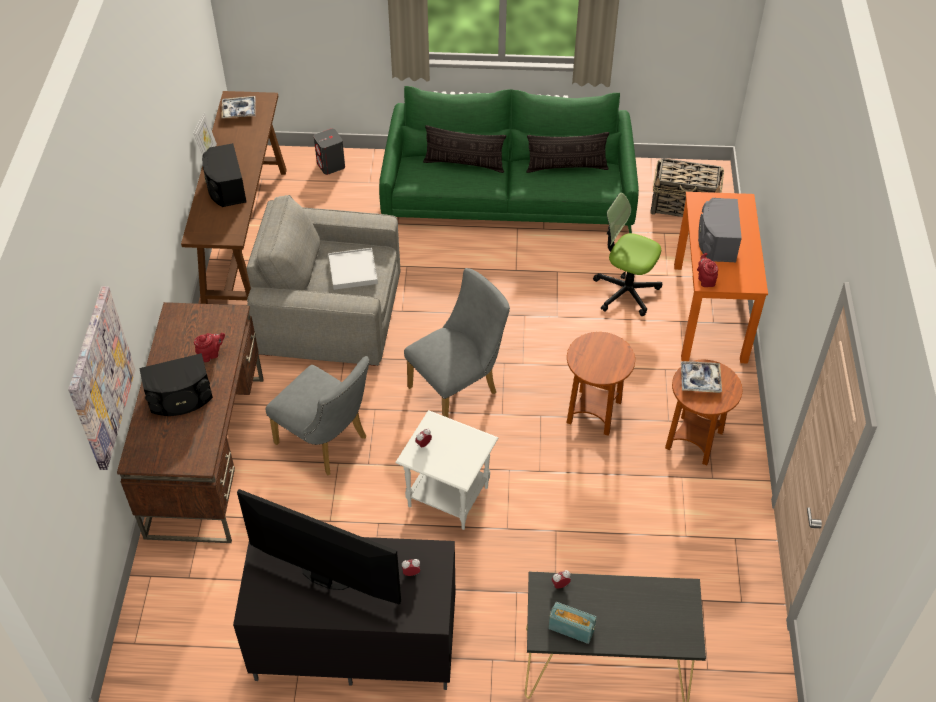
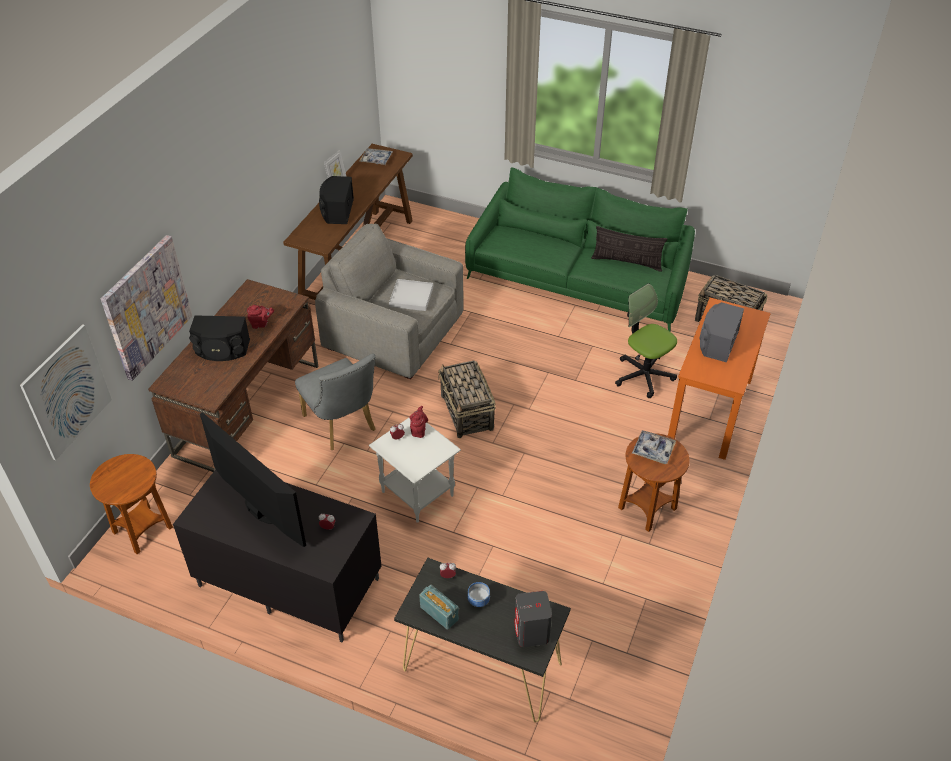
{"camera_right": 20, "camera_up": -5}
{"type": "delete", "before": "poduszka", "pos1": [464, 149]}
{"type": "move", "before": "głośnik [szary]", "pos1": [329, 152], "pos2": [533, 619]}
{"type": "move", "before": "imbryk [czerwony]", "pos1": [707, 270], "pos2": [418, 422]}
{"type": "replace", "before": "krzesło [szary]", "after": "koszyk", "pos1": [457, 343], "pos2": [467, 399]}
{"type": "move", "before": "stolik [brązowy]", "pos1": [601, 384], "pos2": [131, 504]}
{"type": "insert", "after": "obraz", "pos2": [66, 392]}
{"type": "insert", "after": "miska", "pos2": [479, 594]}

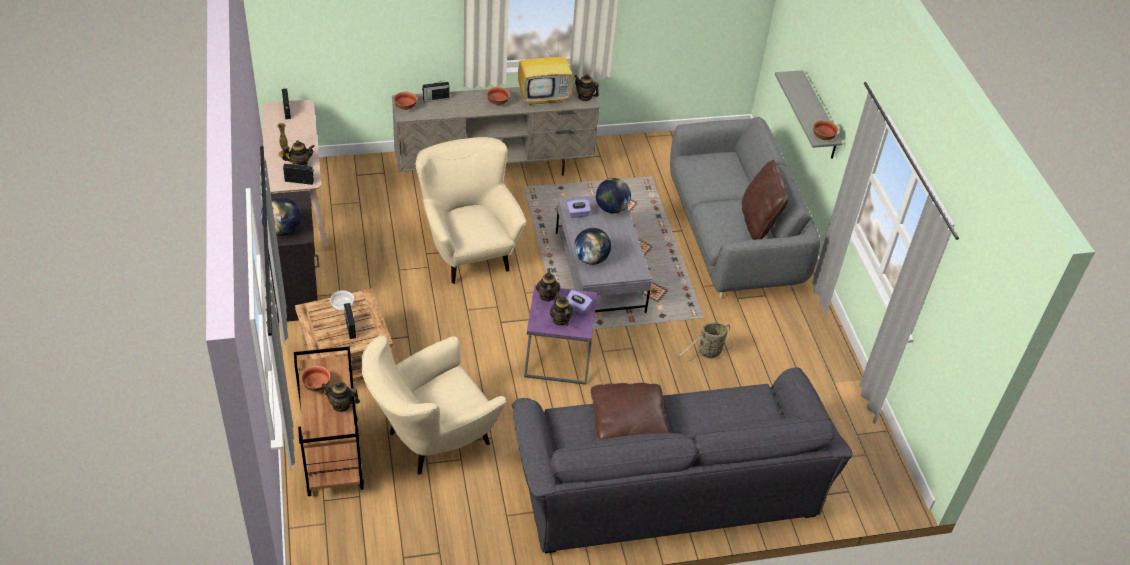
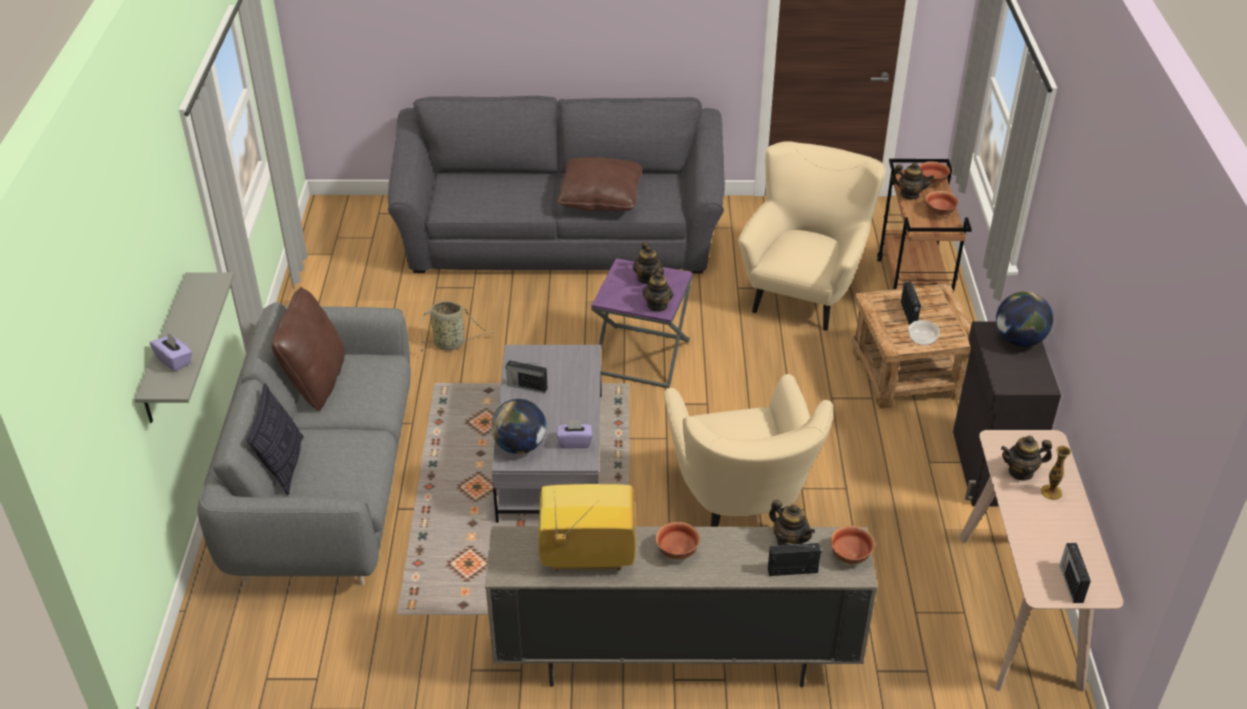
{"camera_right": -165, "camera_up": -5}
{"type": "move", "before": "imbryk", "pos1": [587, 87], "pos2": [792, 522]}
{"type": "move", "before": "miska", "pos1": [825, 130], "pos2": [934, 173]}
{"type": "move", "before": "radio", "pos1": [298, 173], "pos2": [526, 377]}
{"type": "delete", "before": "globus", "pos1": [592, 246]}
{"type": "move", "before": "pudełko chusteczek [fioletowy]", "pos1": [579, 302], "pos2": [171, 352]}
{"type": "rotate", "before": "fotel [beżowy]", "pos1": [434, 405], "pos2": [812, 236], "turn": -45}
{"type": "insert", "after": "poduszka", "pos2": [275, 439]}

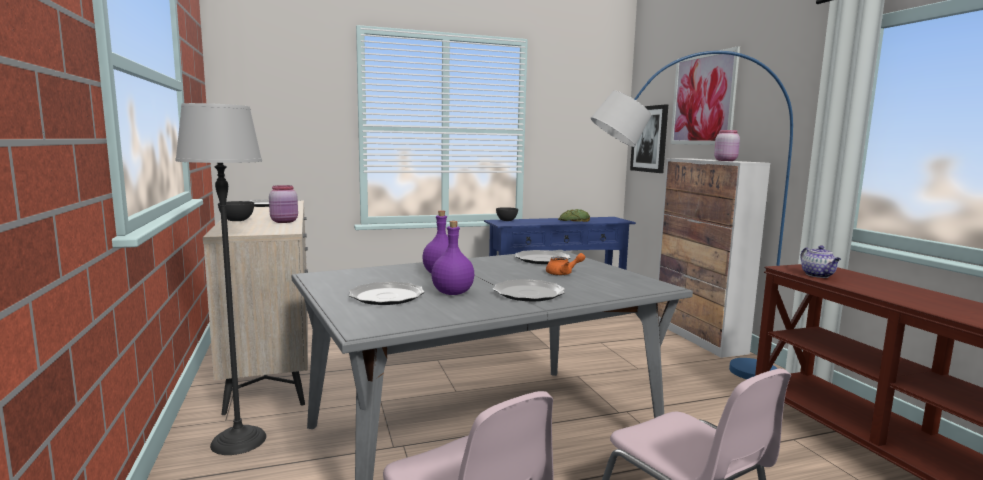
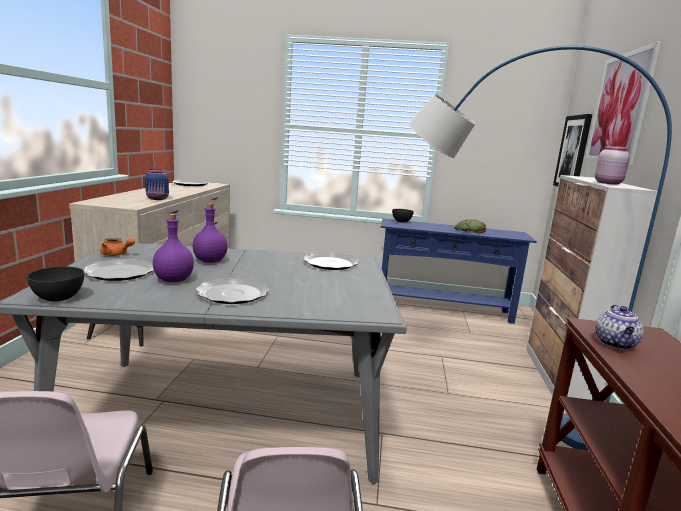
{"camera_right": 25, "camera_up": 5}
{"type": "delete", "before": "lampa stojąca", "pos1": [221, 279]}
{"type": "recolor", "before": "słoik [różowy]", "after": "słoik [niebieski]", "pos1": [283, 204], "pos2": [157, 184]}
{"type": "move", "before": "miska [szary]", "pos1": [236, 211], "pos2": [55, 284]}
{"type": "move", "before": "imbryk [pomarańczowy]", "pos1": [565, 264], "pos2": [117, 247]}

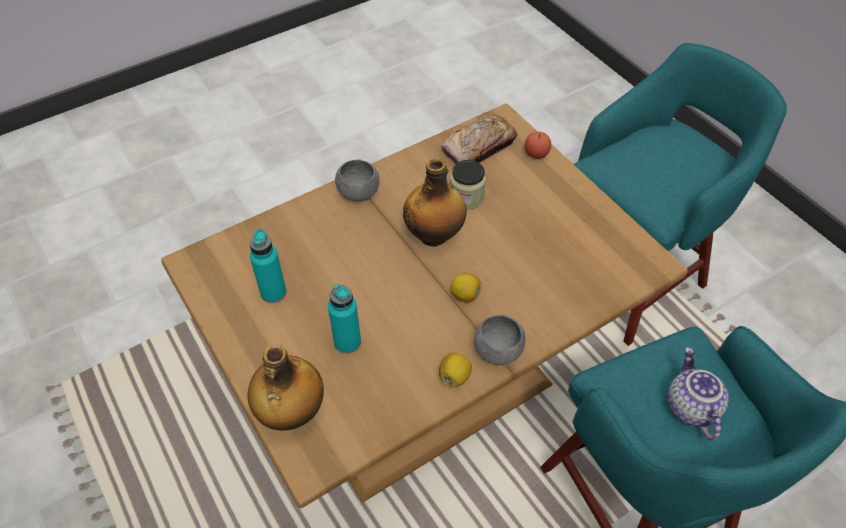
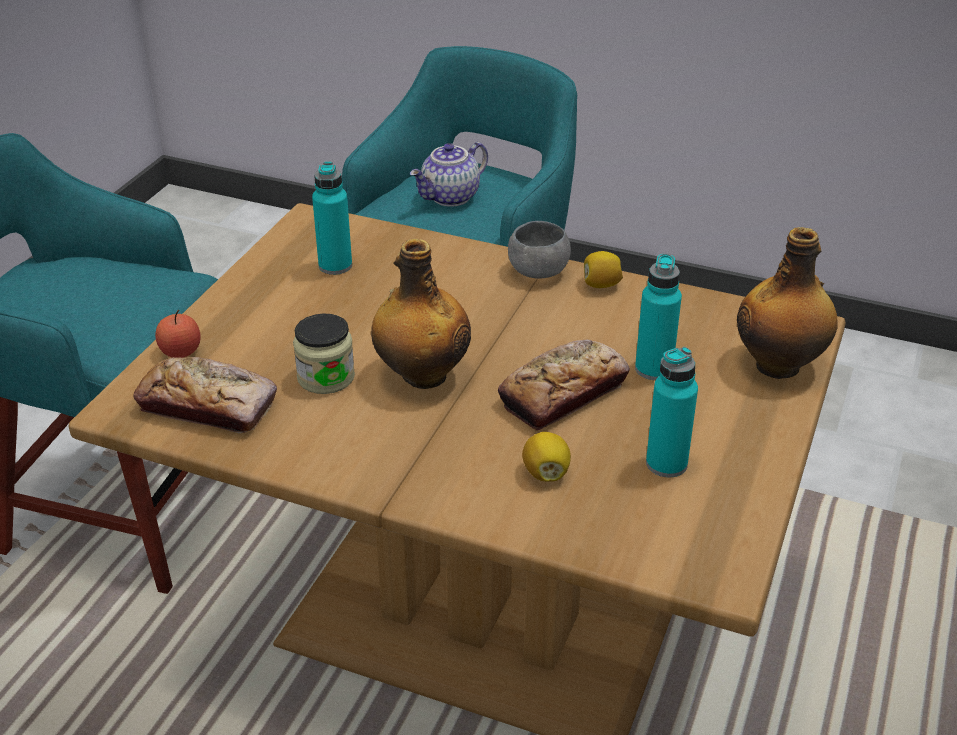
{"camera_right": -125, "camera_up": -15}
{"type": "delete", "before": "miska [szary]", "pos1": [357, 180]}
{"type": "move", "before": "cytryna", "pos1": [466, 287], "pos2": [546, 457]}
{"type": "insert", "after": "butelka [turkusowy]", "pos2": [332, 218]}
{"type": "insert", "after": "chleb", "pos2": [564, 385]}

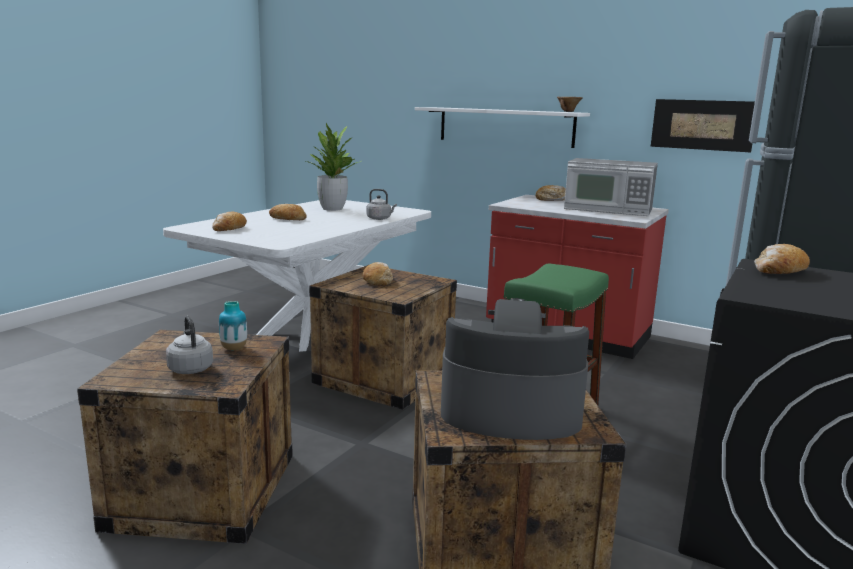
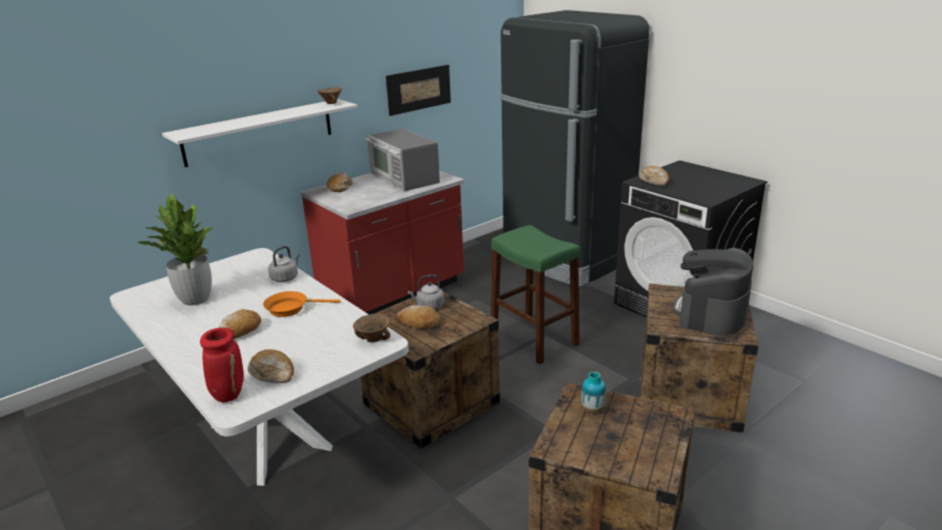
{"camera_right": -70, "camera_up": 10}
{"type": "rotate", "before": "mikrofalówka", "pos1": [611, 187], "pos2": [402, 160], "turn": 105}
{"type": "move", "before": "czajnik [szary]", "pos1": [189, 345], "pos2": [426, 292]}
{"type": "insert", "after": "patelnia [pomarańczowy]", "pos2": [301, 304]}
{"type": "insert", "after": "miska [brązowy]", "pos2": [371, 328]}
{"type": "insert", "after": "wazon [czerwony]", "pos2": [222, 365]}

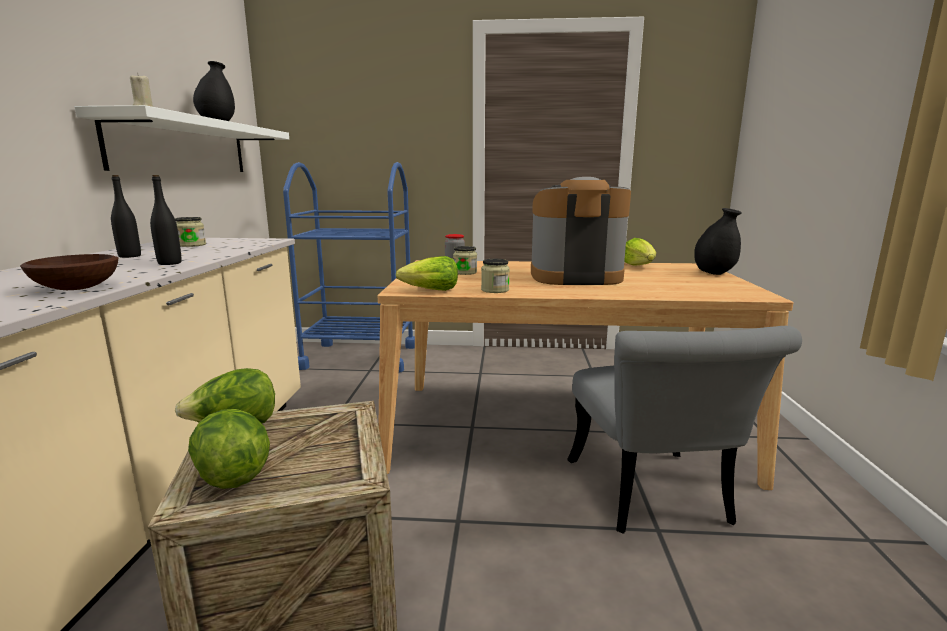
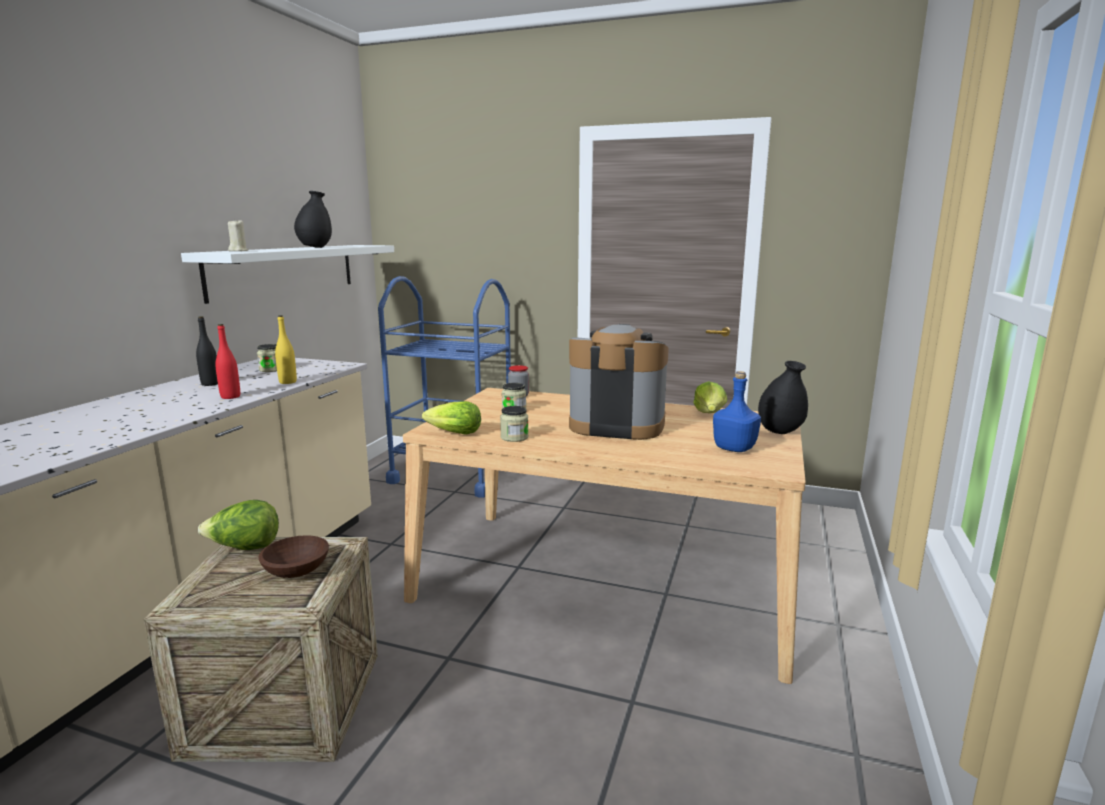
{"camera_right": 15, "camera_up": 0}
{"type": "recolor", "before": "butelka [czarny]", "after": "butelka [czerwony]", "pos1": [166, 220], "pos2": [227, 361]}
{"type": "move", "before": "miska [brązowy]", "pos1": [69, 272], "pos2": [293, 556]}
{"type": "delete", "before": "krzesło [szary]", "pos1": [684, 430]}
{"type": "delete", "before": "sałata", "pos1": [229, 449]}
{"type": "insert", "after": "butelka [żółty]", "pos2": [286, 349]}
{"type": "insert", "after": "butelka [niebieski]", "pos2": [737, 411]}

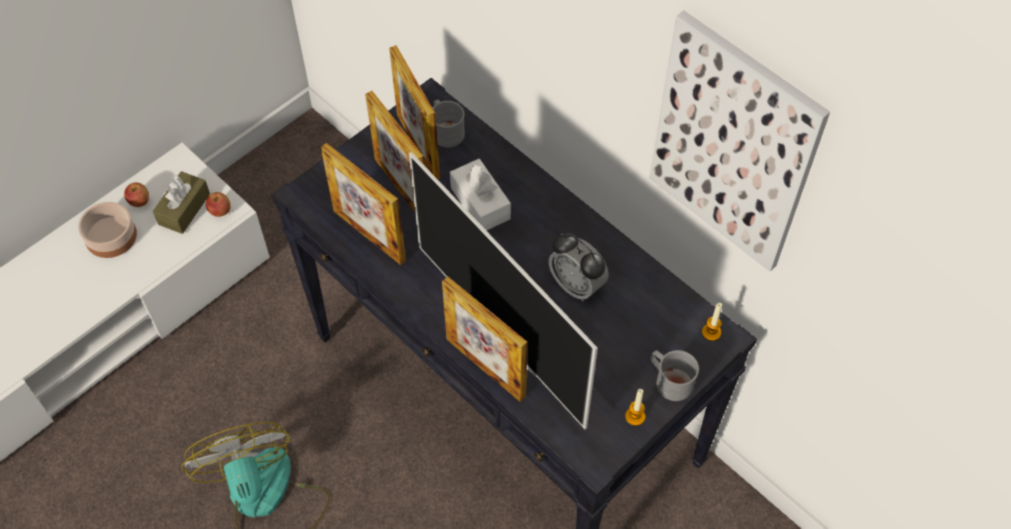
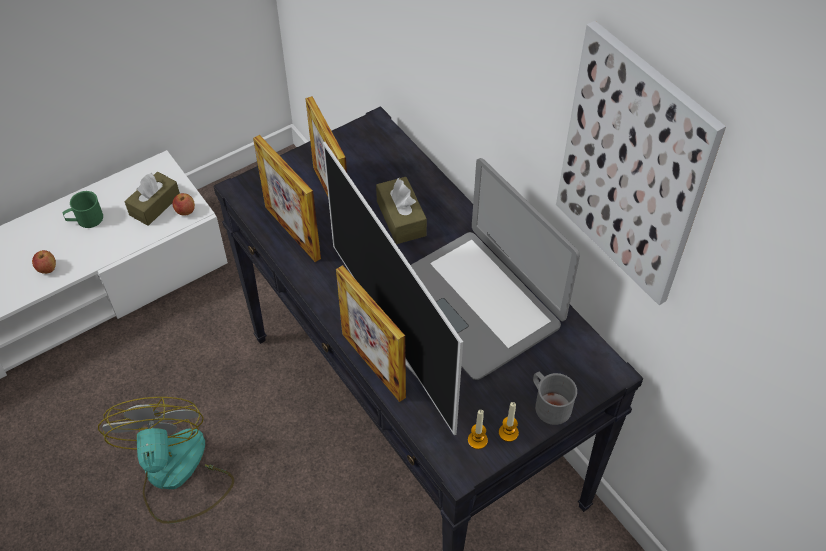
{"camera_right": 10, "camera_up": -5}
{"type": "delete", "before": "ramka na zdjęcie", "pos1": [414, 112]}
{"type": "delete", "before": "kubek [szary]", "pos1": [448, 124]}
{"type": "recolor", "before": "pudełko chusteczek [biały]", "after": "pudełko chusteczek [brązowy]", "pos1": [480, 195], "pos2": [401, 210]}
{"type": "move", "before": "jabłko", "pos1": [136, 194], "pos2": [44, 262]}
{"type": "replace", "before": "miska", "after": "kubek [zielony]", "pos1": [107, 230], "pos2": [83, 209]}
{"type": "replace", "before": "budzik", "after": "laptop", "pos1": [579, 267], "pos2": [495, 269]}
{"type": "move", "before": "świeca", "pos1": [712, 322], "pos2": [478, 429]}

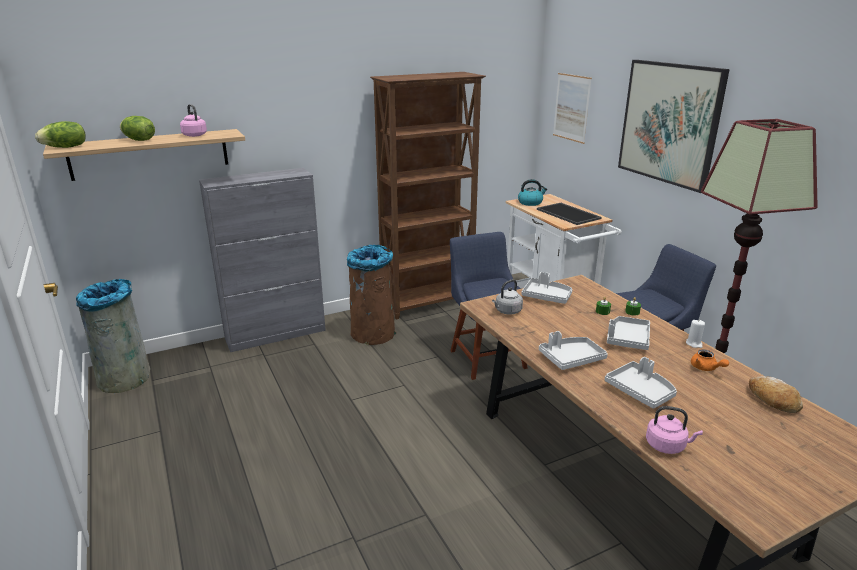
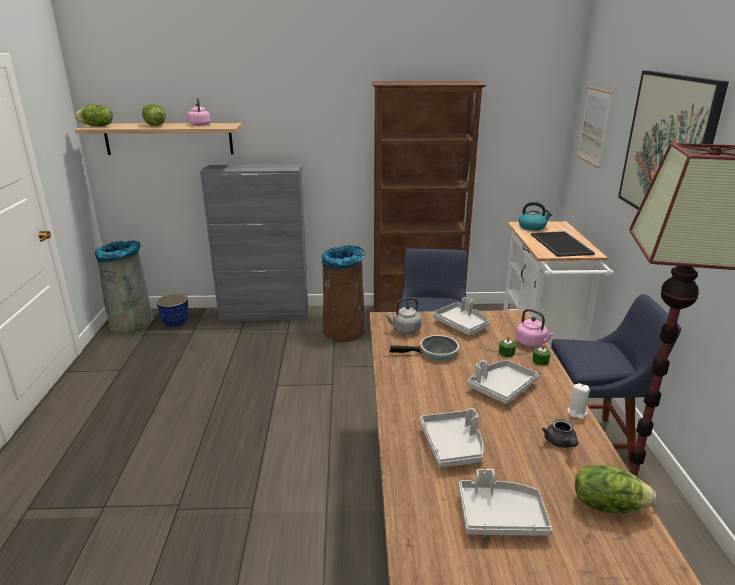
{"camera_right": 25, "camera_up": 0}
{"type": "move", "before": "taca [szary]", "pos1": [573, 350], "pos2": [505, 502]}
{"type": "recolor", "before": "imbryk [pomarańczowy]", "after": "imbryk [szary]", "pos1": [710, 360], "pos2": [560, 433]}
{"type": "replace", "before": "chleb", "after": "sałata", "pos1": [776, 394], "pos2": [615, 489]}
{"type": "move", "before": "czajnik [różowy]", "pos1": [674, 430], "pos2": [535, 328]}
{"type": "insert", "after": "donica", "pos2": [172, 310]}
{"type": "insert", "after": "patelnia", "pos2": [424, 348]}

